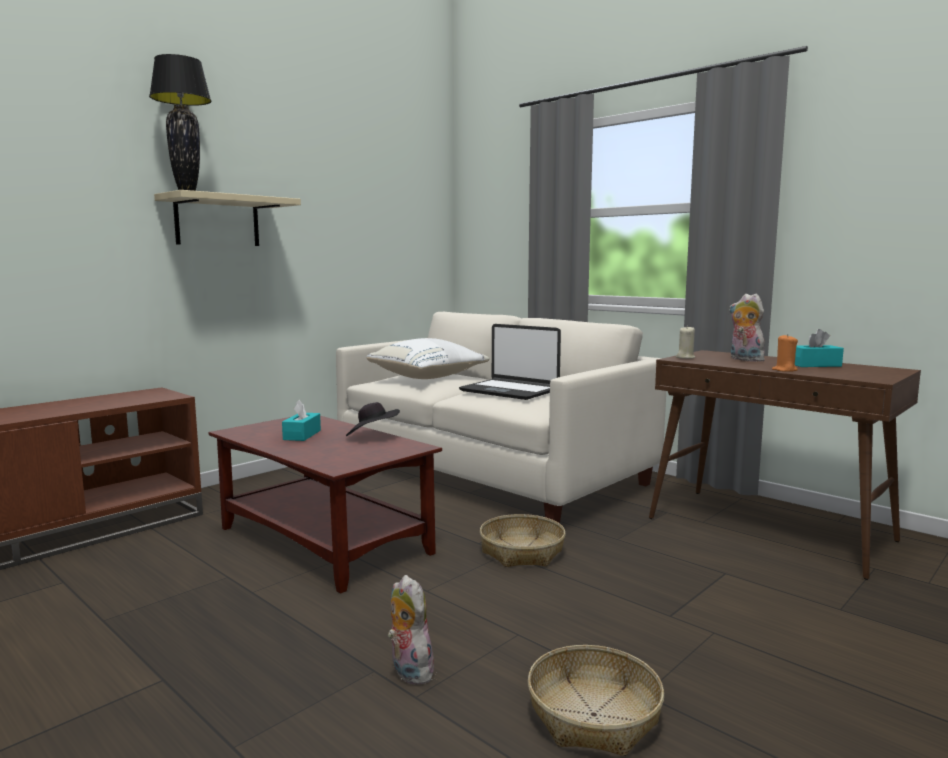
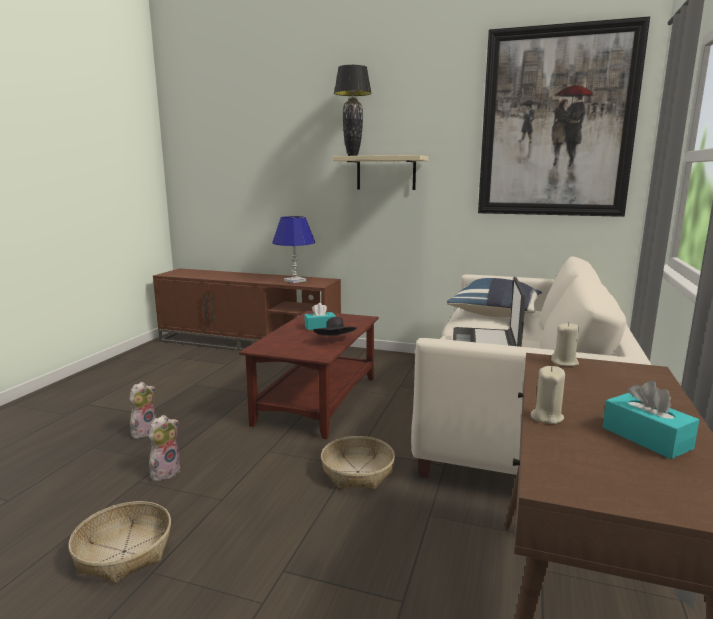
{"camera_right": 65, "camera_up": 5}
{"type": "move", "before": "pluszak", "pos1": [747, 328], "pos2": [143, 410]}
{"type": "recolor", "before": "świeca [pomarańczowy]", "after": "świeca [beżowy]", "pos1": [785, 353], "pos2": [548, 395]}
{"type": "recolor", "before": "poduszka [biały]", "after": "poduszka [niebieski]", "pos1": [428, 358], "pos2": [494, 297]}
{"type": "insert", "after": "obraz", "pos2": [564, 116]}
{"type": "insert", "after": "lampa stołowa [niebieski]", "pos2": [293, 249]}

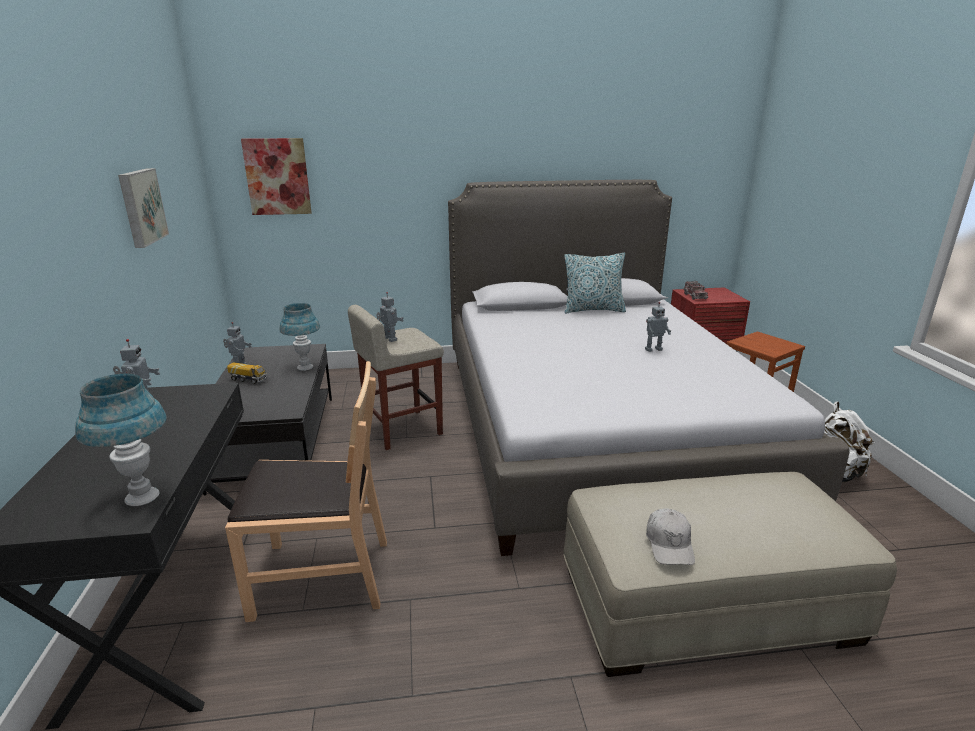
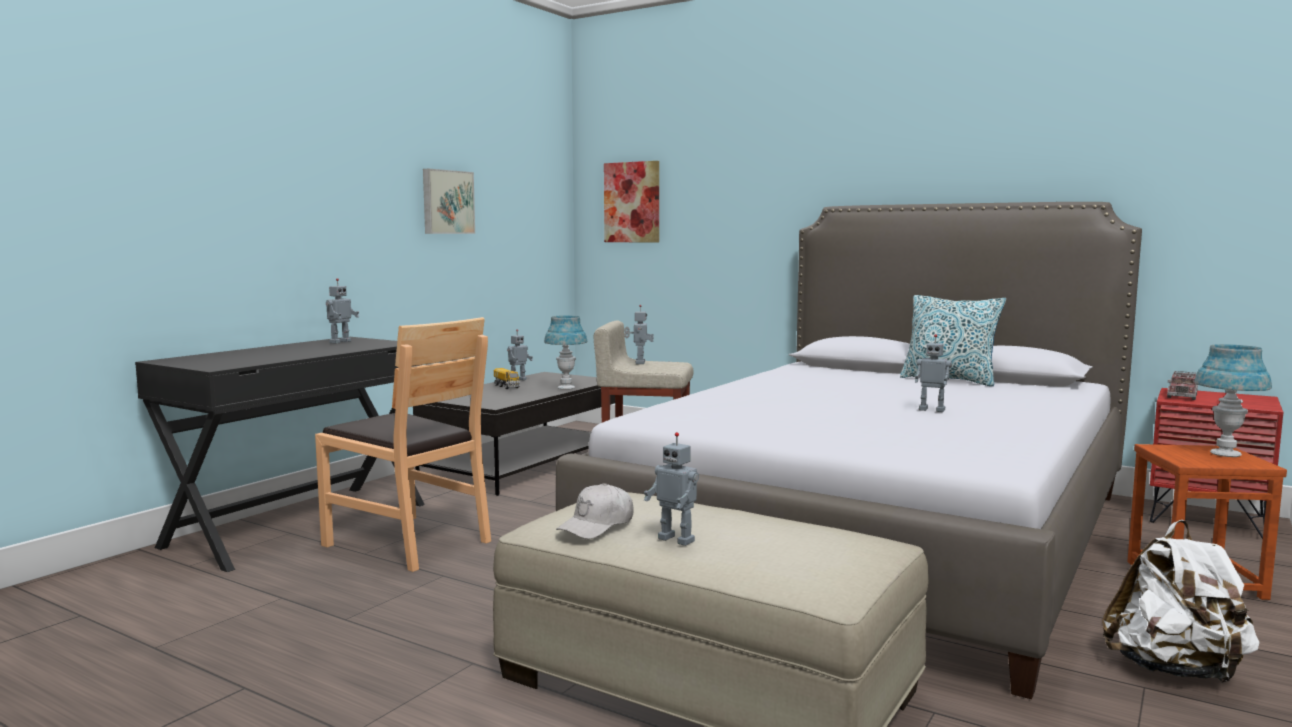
{"camera_right": 40, "camera_up": -15}
{"type": "move", "before": "lampa stołowa [niebieski]", "pos1": [121, 440], "pos2": [1233, 400]}
{"type": "insert", "after": "robot zabawkowy", "pos2": [671, 489]}

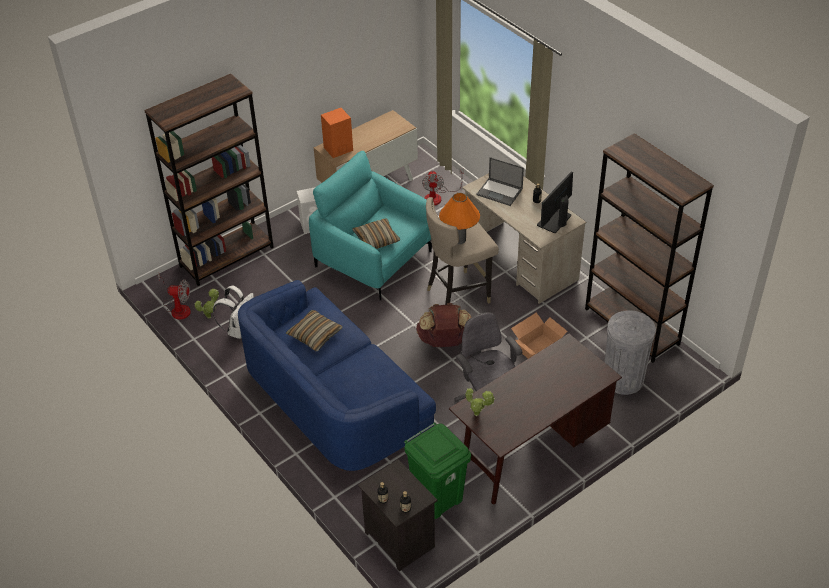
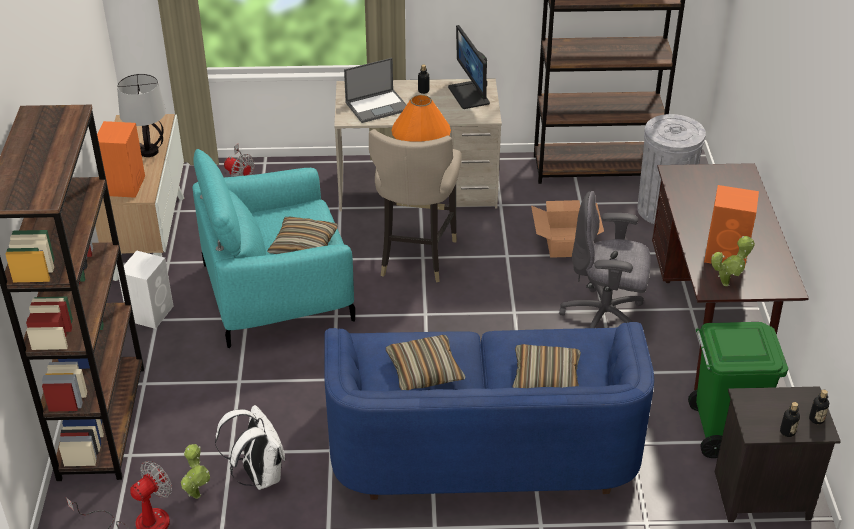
{"camera_right": -55, "camera_up": -5}
{"type": "delete", "before": "plecak [brązowy]", "pos1": [443, 325]}
{"type": "insert", "after": "lampa stołowa", "pos2": [141, 115]}
{"type": "insert", "after": "głośnik [pomarańczowy]", "pos2": [731, 224]}
{"type": "insert", "after": "poduszka", "pos2": [546, 366]}

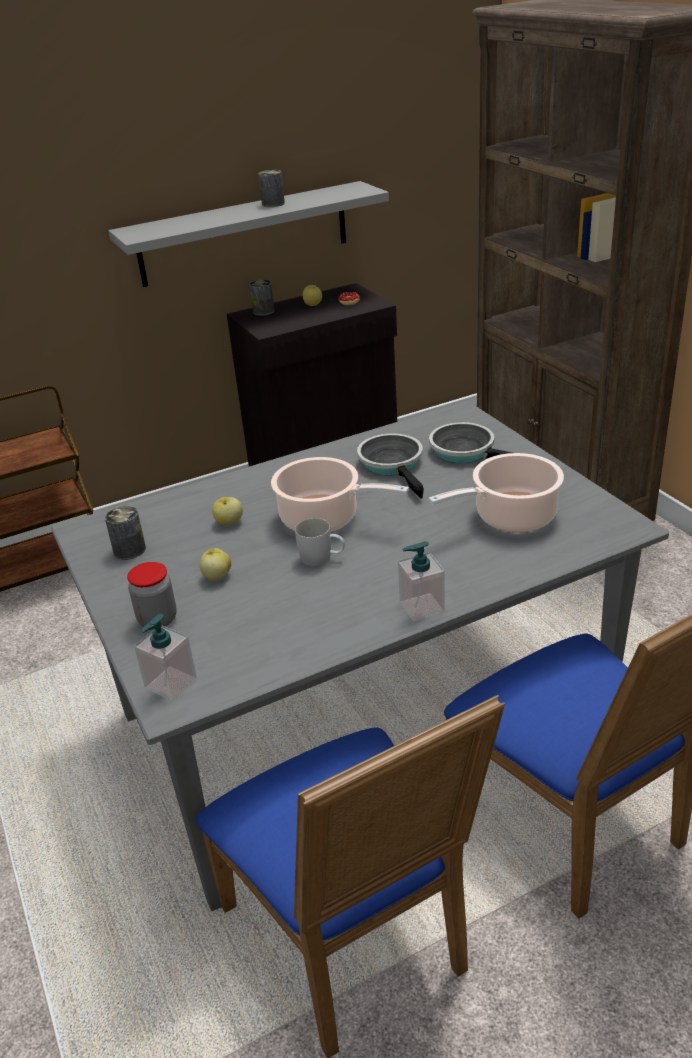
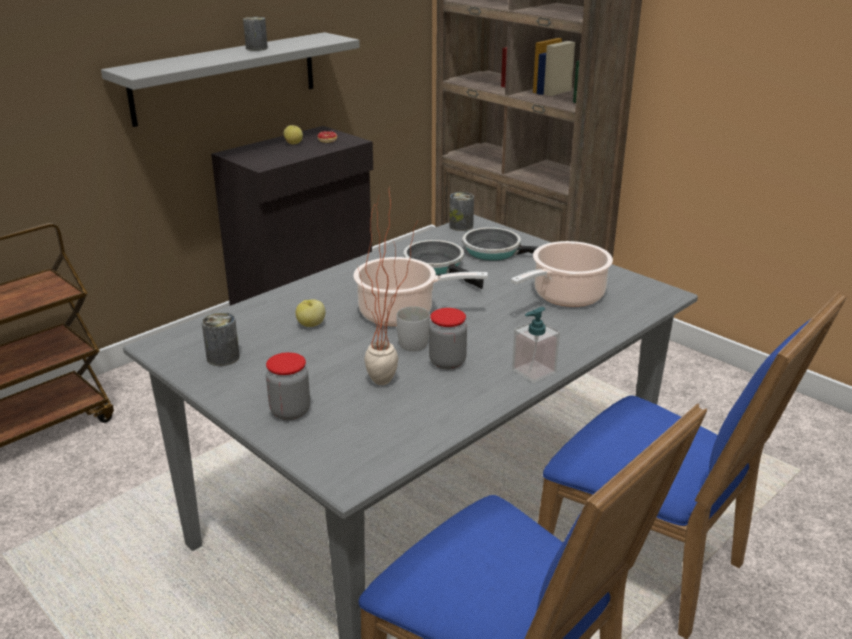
{"camera_right": -20, "camera_up": -5}
{"type": "move", "before": "puszka", "pos1": [262, 298], "pos2": [461, 211]}
{"type": "delete", "before": "jabłko", "pos1": [215, 564]}
{"type": "delete", "before": "dozownik mydła", "pos1": [165, 657]}
{"type": "insert", "after": "roślina doniczkowa", "pos2": [387, 289]}
{"type": "insert", "after": "słoik", "pos2": [448, 339]}

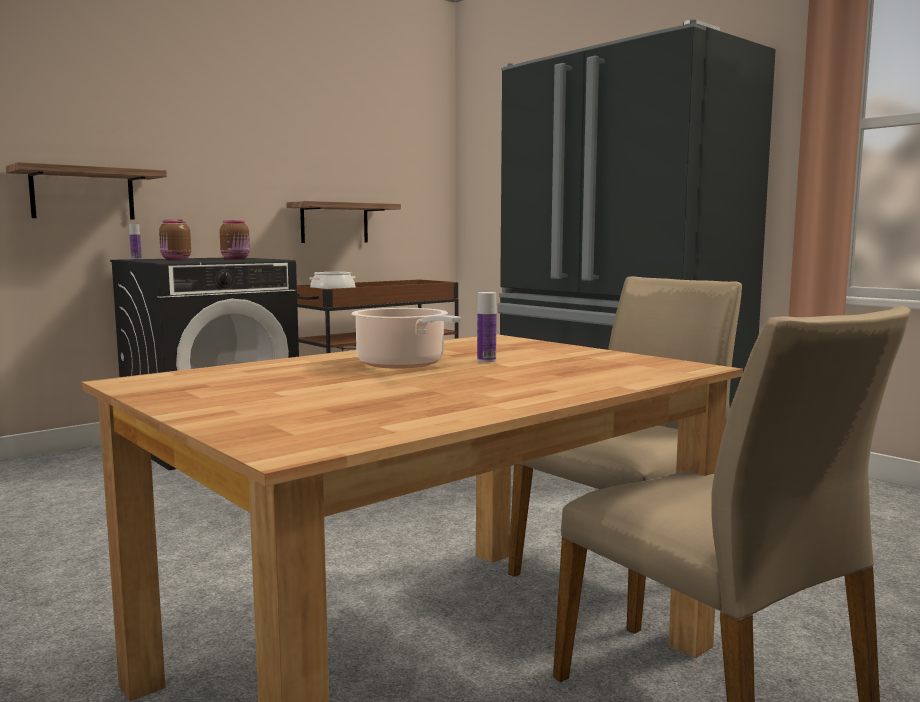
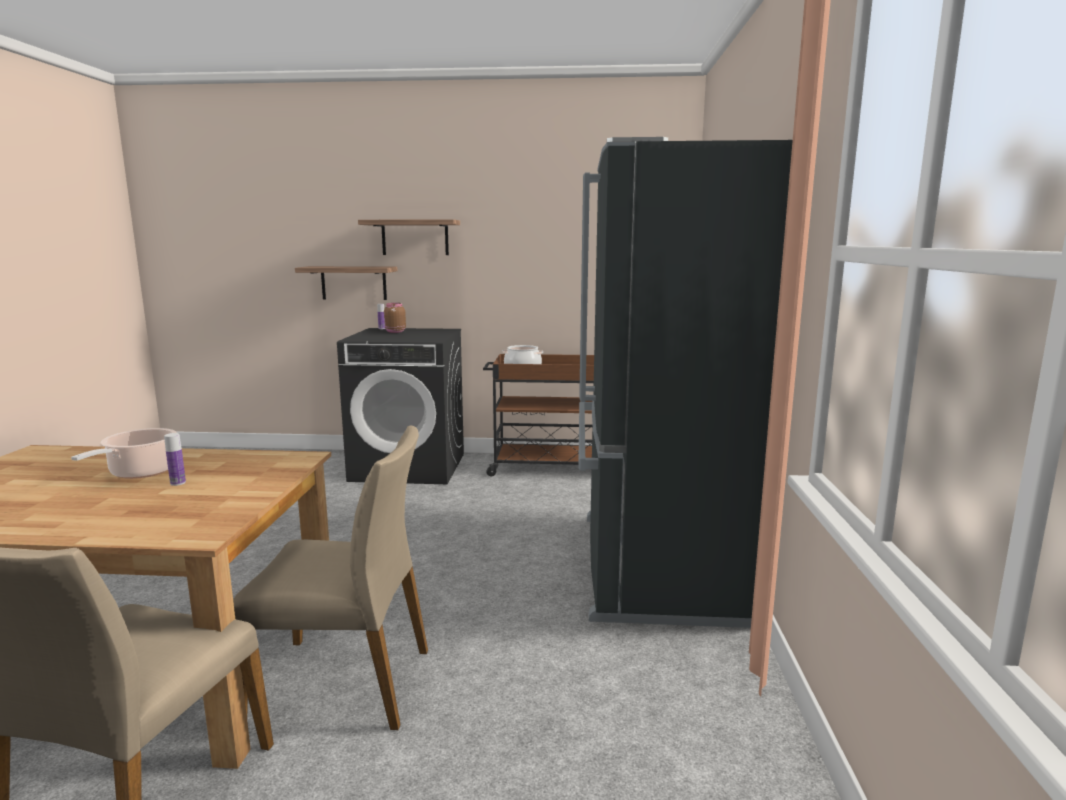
{"camera_right": 45, "camera_up": 5}
{"type": "move", "before": "półka", "pos1": [344, 222], "pos2": [409, 237]}
{"type": "delete", "before": "słoik [brązowy]", "pos1": [235, 239]}

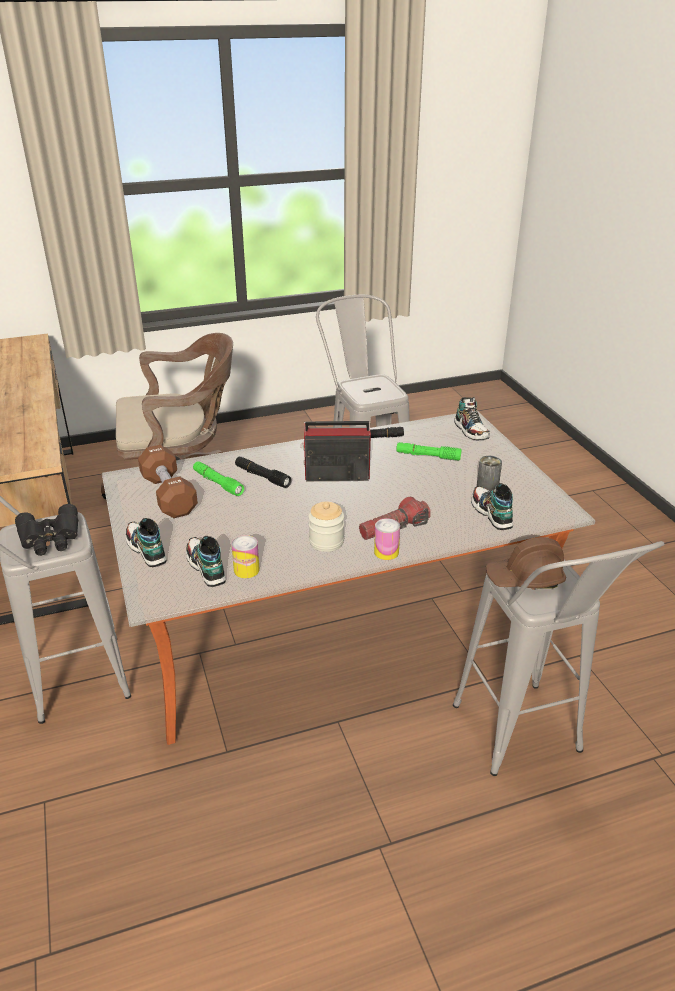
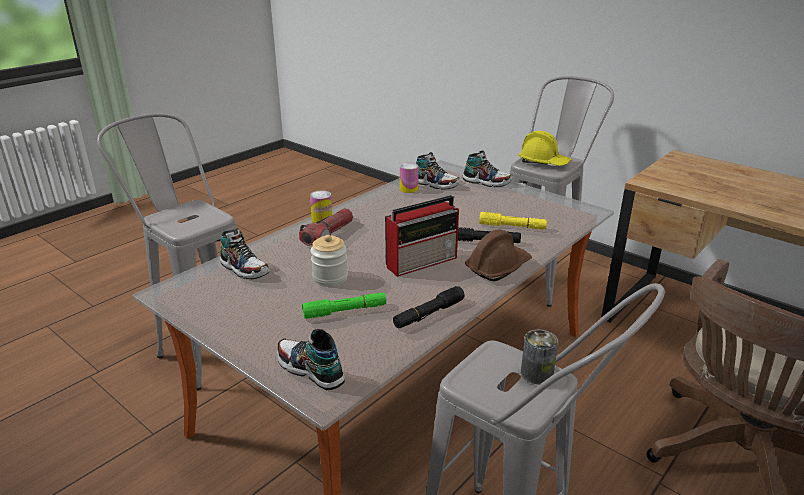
{"camera_right": 150, "camera_up": -5}
{"type": "delete", "before": "hantel [brązowy]", "pos1": [168, 481]}
{"type": "move", "before": "puszka", "pos1": [489, 473], "pos2": [539, 357]}
{"type": "recolor", "before": "latarka [zielony]", "after": "latarka [żółty]", "pos1": [218, 478], "pos2": [513, 221]}
{"type": "move", "before": "słoik", "pos1": [326, 526], "pos2": [329, 260]}
{"type": "replace", "before": "lornetka [czarny]", "after": "kask [żółty]", "pos1": [46, 530], "pos2": [544, 148]}
{"type": "move", "before": "kask [brązowy]", "pos1": [526, 563], "pos2": [498, 255]}

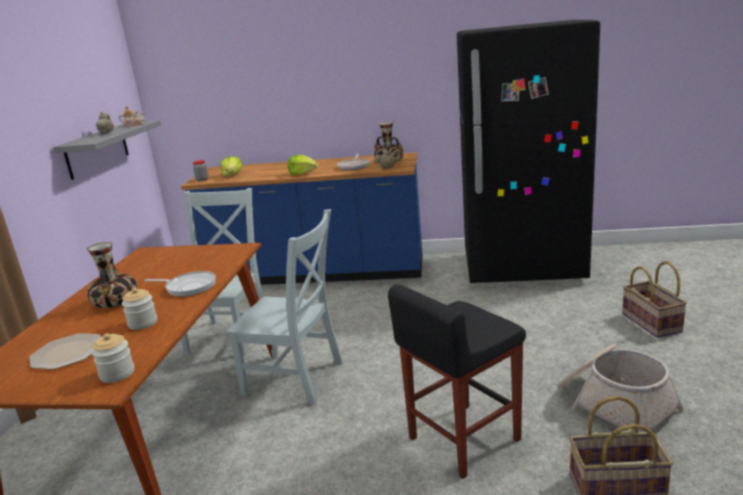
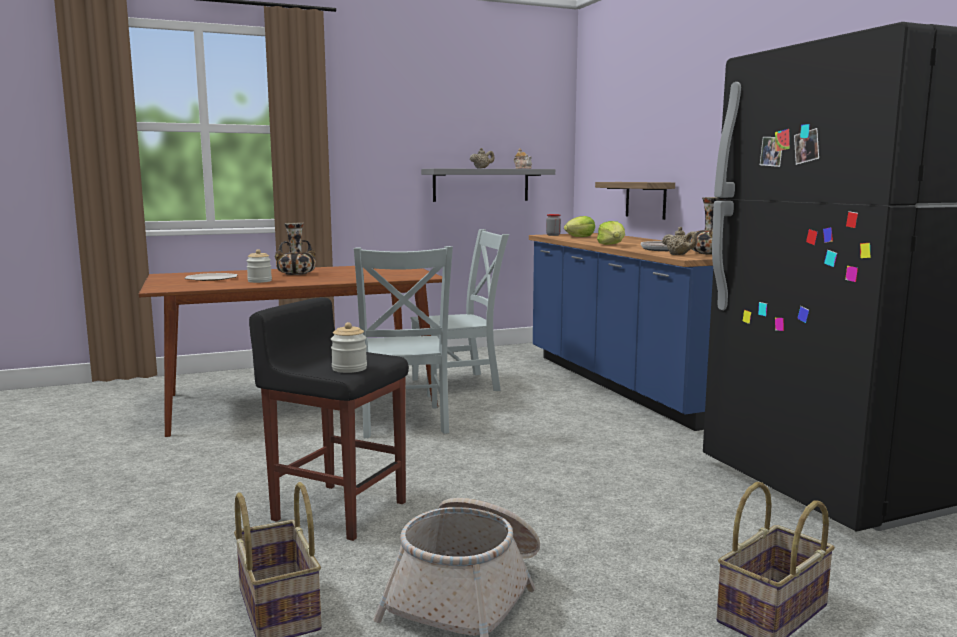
{"camera_right": 60, "camera_up": -10}
{"type": "delete", "before": "patelnia", "pos1": [180, 284]}
{"type": "move", "before": "słoik", "pos1": [113, 358], "pos2": [349, 347]}
{"type": "insert", "after": "półka", "pos2": [635, 201]}

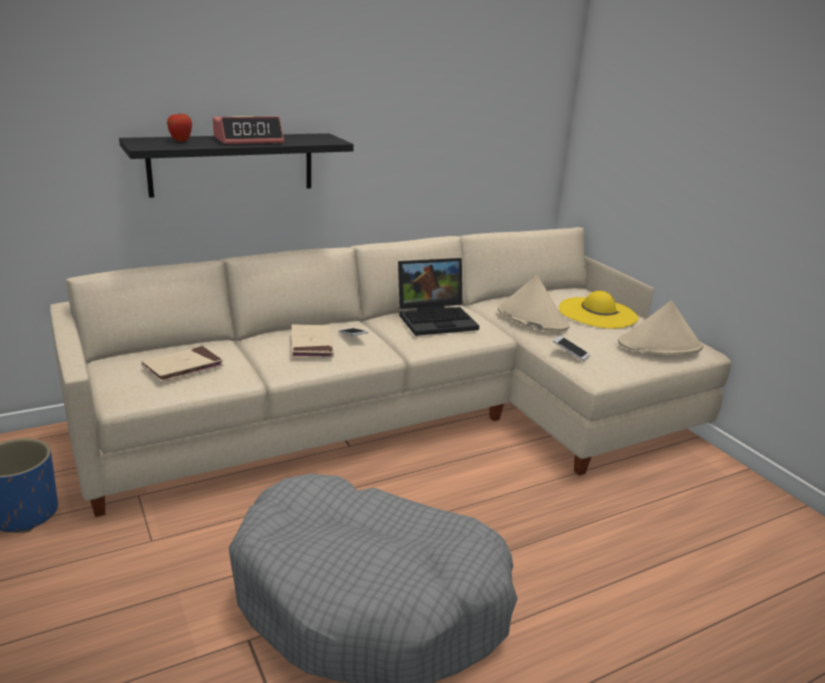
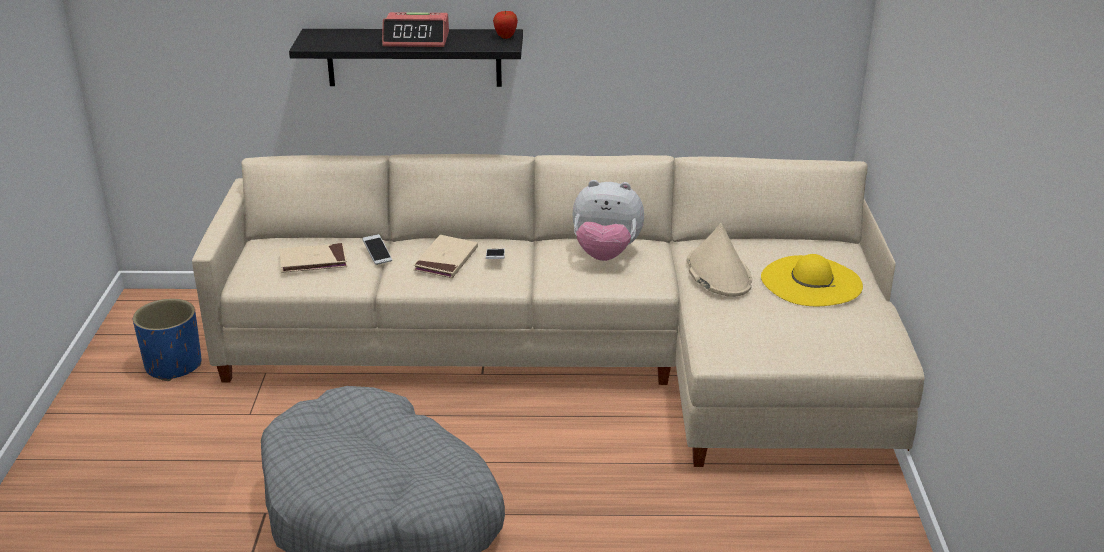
{"camera_right": 30, "camera_up": 5}
{"type": "move", "before": "jabłko", "pos1": [179, 127], "pos2": [505, 24]}
{"type": "replace", "before": "laptop", "after": "pluszak", "pos1": [438, 297], "pos2": [608, 220]}
{"type": "delete", "before": "kapelusz [beżowy]", "pos1": [660, 327]}
{"type": "move", "before": "telefon", "pos1": [572, 348], "pos2": [377, 249]}

